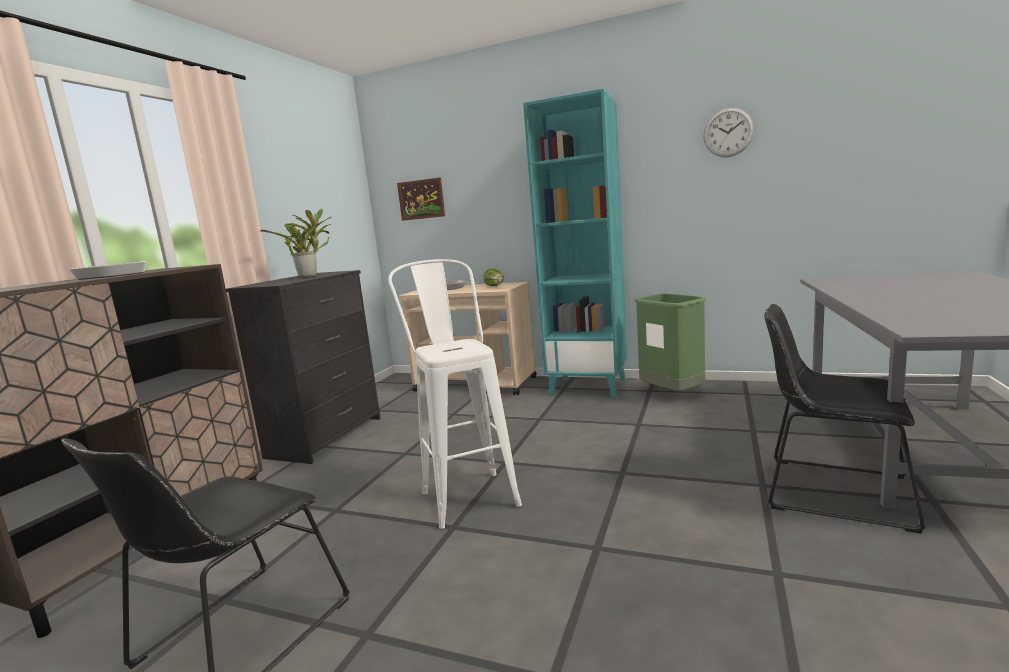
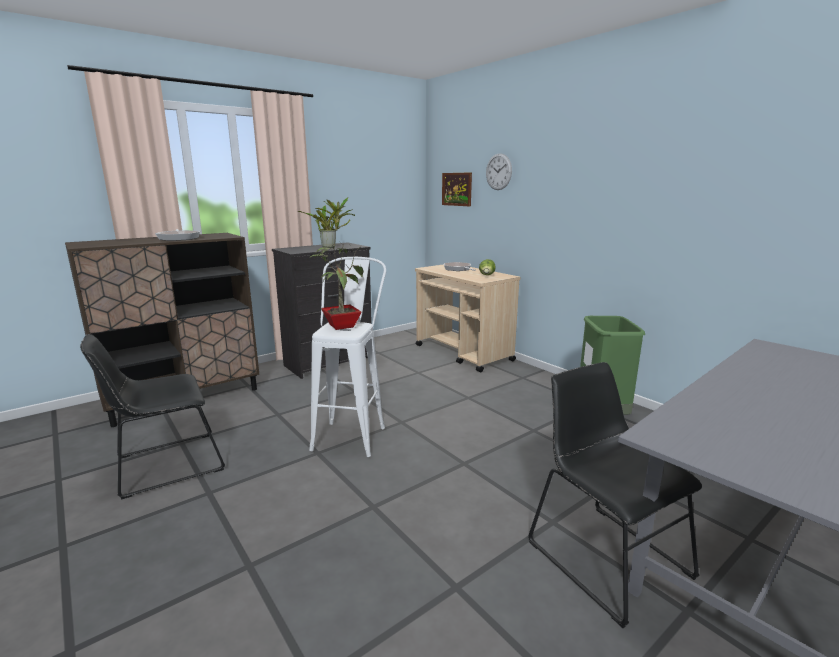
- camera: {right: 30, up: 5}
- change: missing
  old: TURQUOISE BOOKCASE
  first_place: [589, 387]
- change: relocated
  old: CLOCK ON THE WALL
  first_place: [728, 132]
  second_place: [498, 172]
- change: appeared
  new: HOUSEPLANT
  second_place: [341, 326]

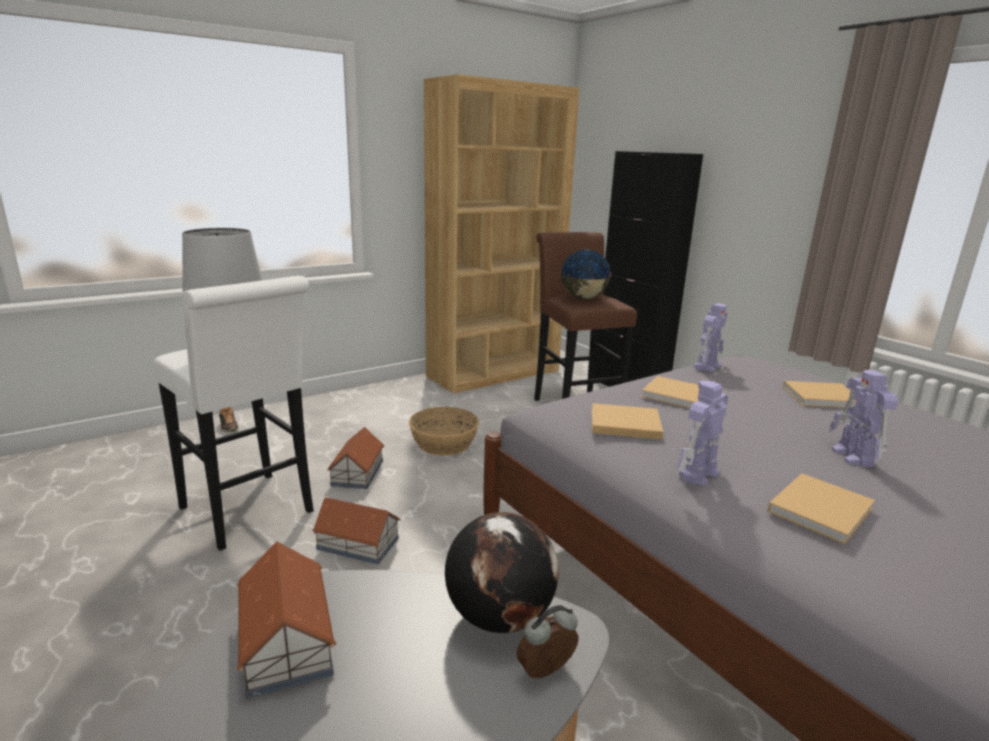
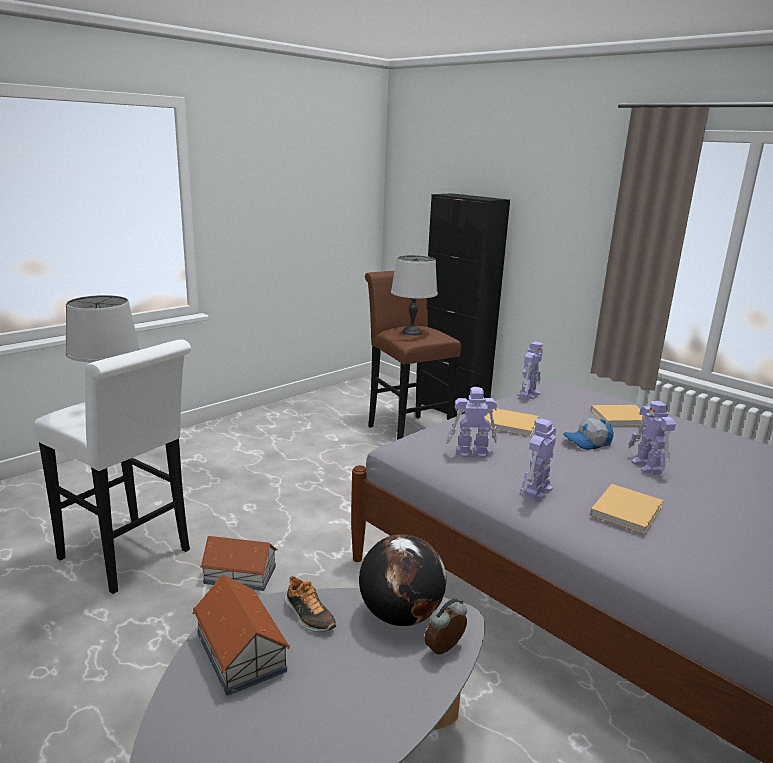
- camera: {right: -10, up: 0}
- change: missing
  old: BROWN-COLOURED BOOKCASE
  first_place: [494, 373]
- change: exchanged
  old: DESK GLOBE
  new: GREY TABLETOP LAMP
  first_place: [583, 298]
  second_place: [412, 332]
- change: exchanged
  old: SAND-COLOURED BOOK
  new: ROBOT FIGURE
  first_place: [622, 424]
  second_place: [471, 453]
- change: relocated
  old: SHOE
  first_place: [228, 426]
  second_place: [308, 616]
- change: missing
  old: HOUSEHOLD BASKET
  first_place: [444, 443]
- change: missing
  old: TOY HOUSE
  first_place: [358, 472]
- change: appeared
  new: CAP
  second_place: [588, 443]

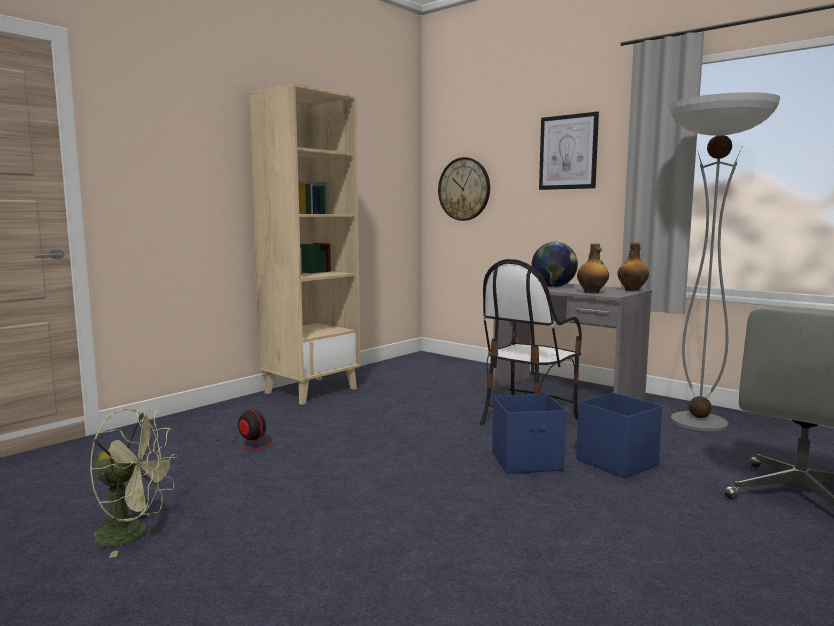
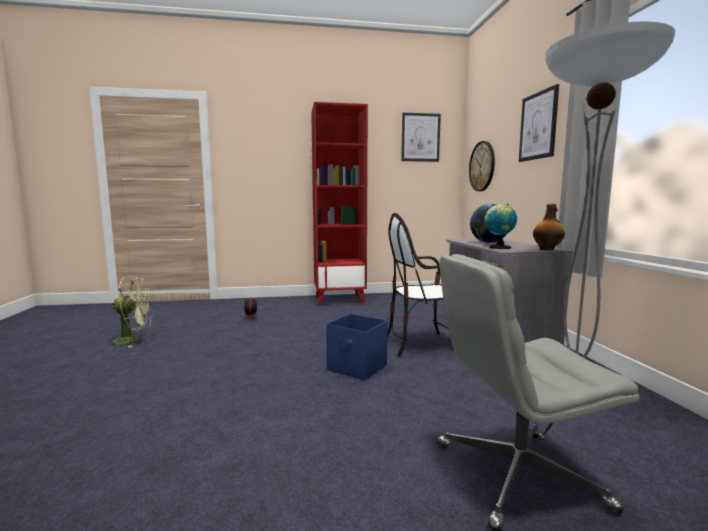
- camera: {right: 40, up: 0}
- change: colour
  old: SAND-COLOURED BOOKCASE
  new: RED-COLOURED BOOKCASE
  first_place: [311, 390]
  second_place: [339, 299]
- change: exchanged
  old: DRINK BOTTLE
  new: DESK GLOBE
  first_place: [592, 292]
  second_place: [498, 247]
- change: missing
  old: BLUE-COLOURED STORAGE BIN
  first_place: [616, 462]
- change: spun
  old: GREEN-COLOURED ELECTRIC FAN
  first_place: [133, 534]
  second_place: [134, 340]
  degrees: -60
- change: appeared
  new: WALL PICTURE
  second_place: [420, 137]

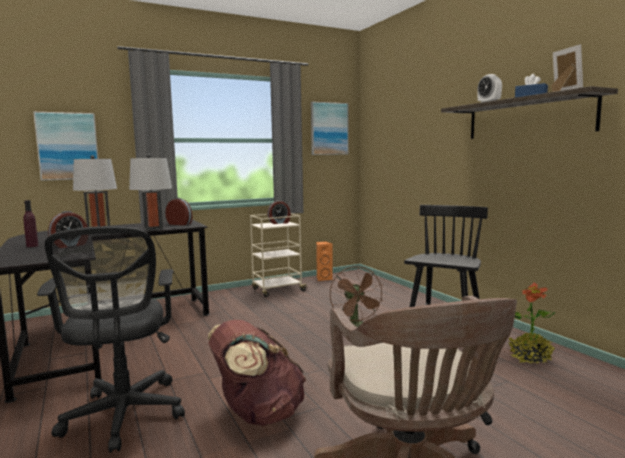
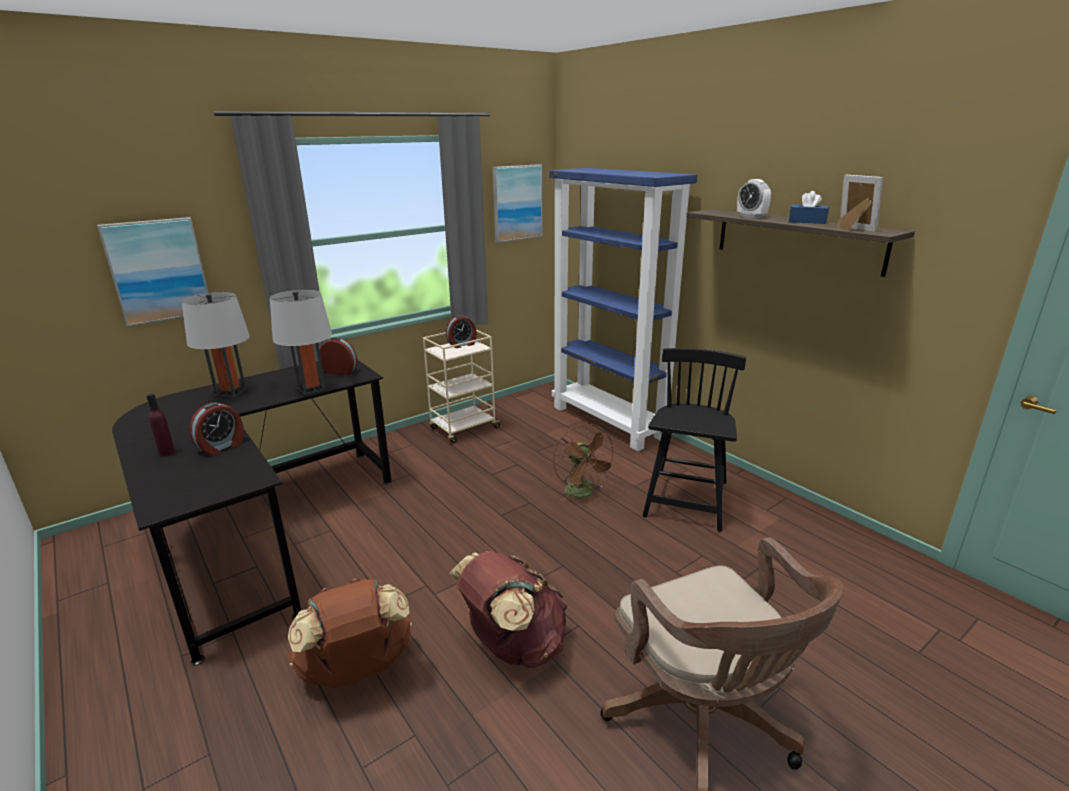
- camera: {right: -10, up: 15}
- change: exchanged
  old: BLACK COMPUTER CHAIR
  new: BROWN-COLOURED RUCKSACK
  first_place: [123, 417]
  second_place: [357, 670]
- change: missing
  old: ORANGEY AUDIO SPEAKER
  first_place: [323, 278]
- change: missing
  old: HOUSEPLANT
  first_place: [530, 357]
- change: appeared
  new: BLUE-COLOURED BOOKCASE
  second_place: [609, 422]

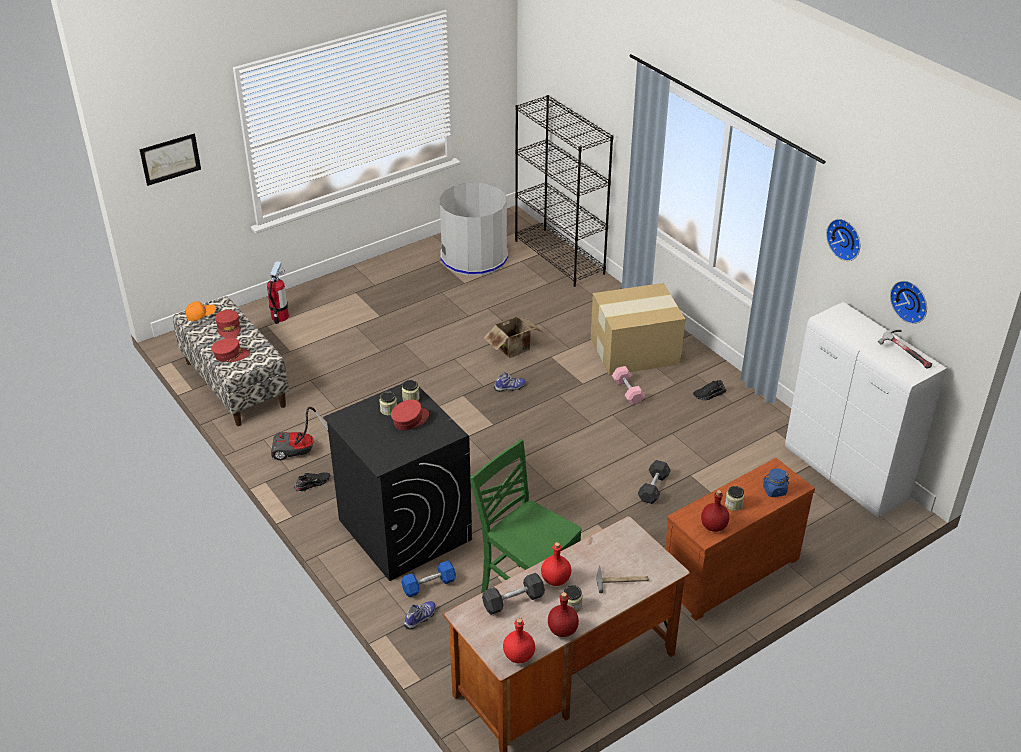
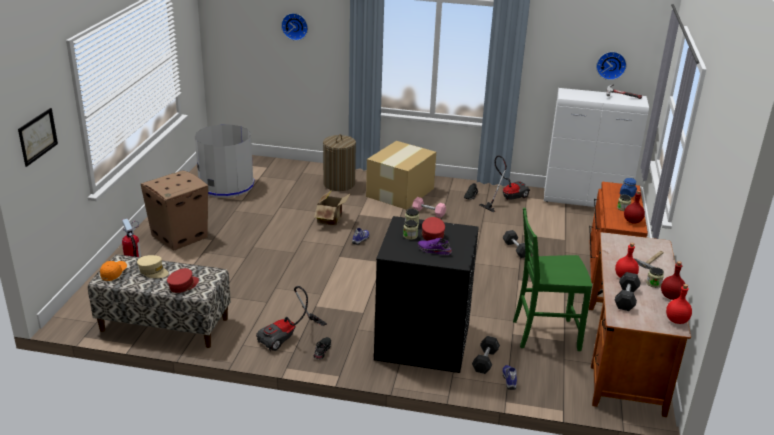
- camera: {right: -45, up: -10}
- change: missing
  old: BLACK BOOKCASE
  first_place: [560, 257]
- change: relocated
  old: CLOCK ON THE WALL
  first_place: [845, 238]
  second_place: [295, 26]
- change: colour
  old: RED-COLOURED CAP
  new: SAND-COLOURED CAP
  first_place: [229, 328]
  second_place: [153, 271]
- change: colour
  old: BLUE-COLOURED DUMBBELL
  new: GREY DUMBBELL
  first_place: [429, 585]
  second_place: [485, 361]
- change: appeared
  new: LAUNDRY BASKET
  second_place: [339, 184]
- change: appeared
  new: VACUUM CLEANER
  second_place: [506, 198]
- change: appeared
  new: CARTON
  second_place: [180, 236]
- change: appeared
  new: PURPLE SHOE
  second_place: [434, 251]

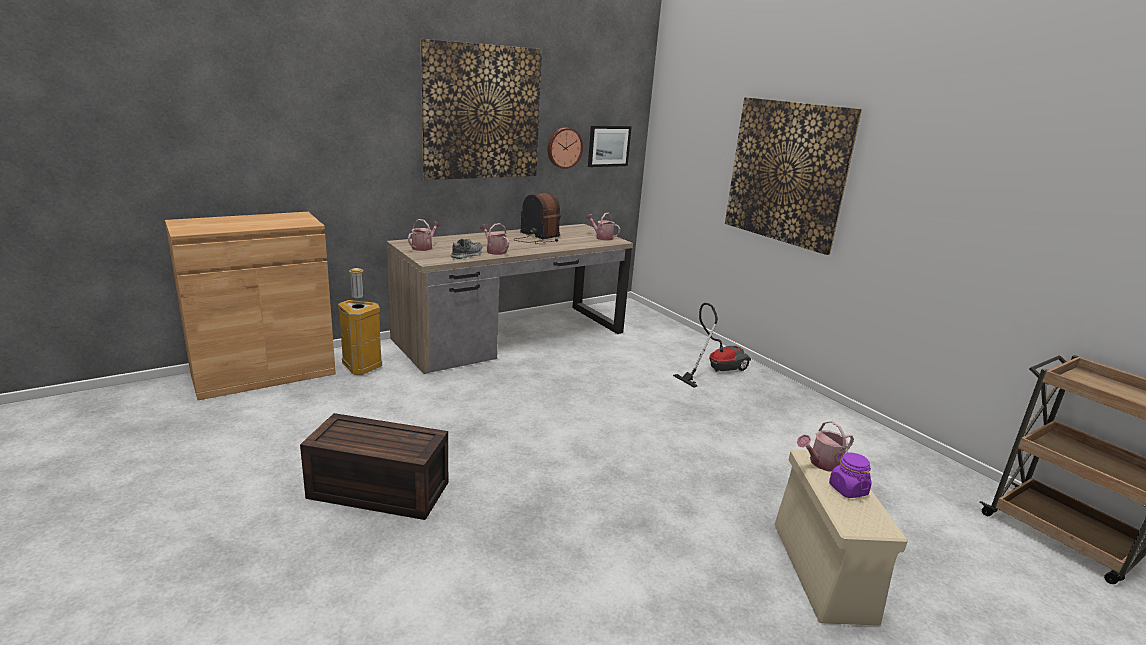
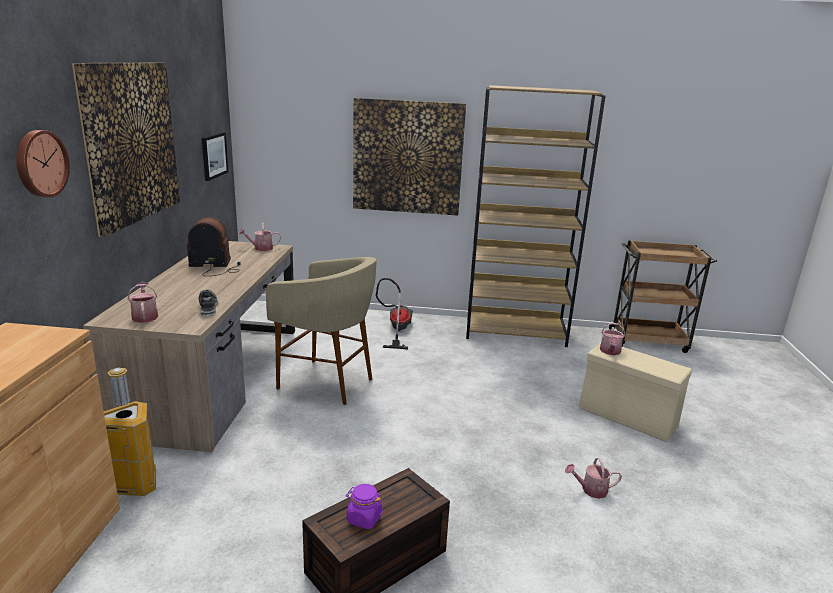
- camera: {right: -50, up: 0}
- change: relocated
  old: CLOCK ON THE WALL
  first_place: [564, 148]
  second_place: [40, 163]
- change: relocated
  old: WATERING POT
  first_place: [494, 251]
  second_place: [590, 490]
- change: relocated
  old: PURPLE PRESERVE JAR
  first_place: [847, 489]
  second_place: [364, 519]
- change: appeared
  new: BROWN-COLOURED BOOKCASE
  second_place: [515, 332]
- change: appeared
  new: SAND-COLOURED SITTING STOOL
  second_place: [327, 383]

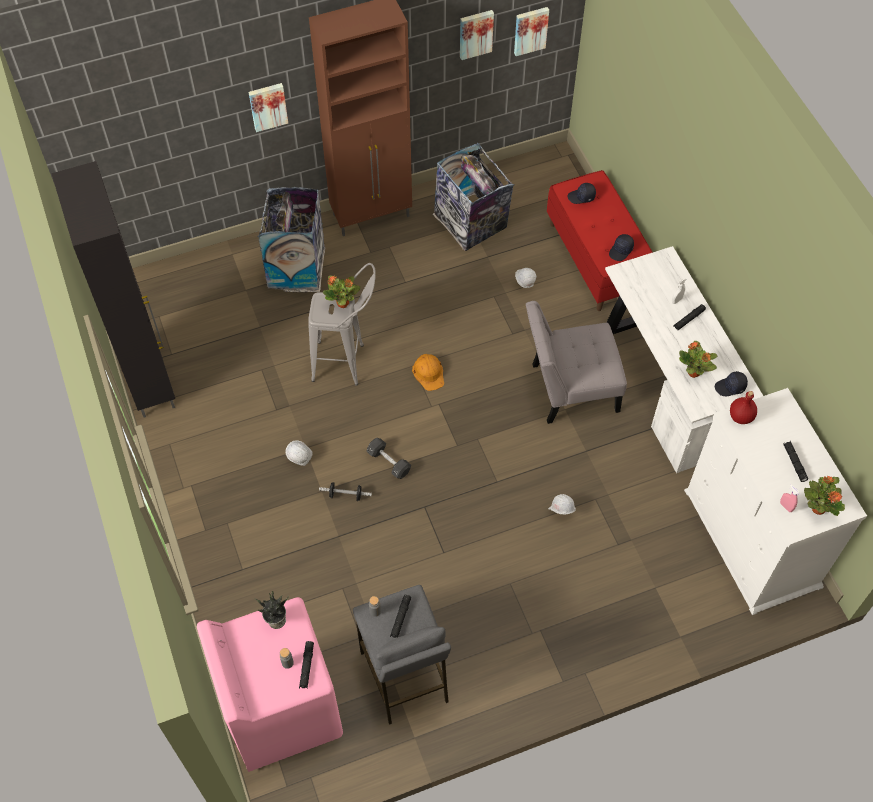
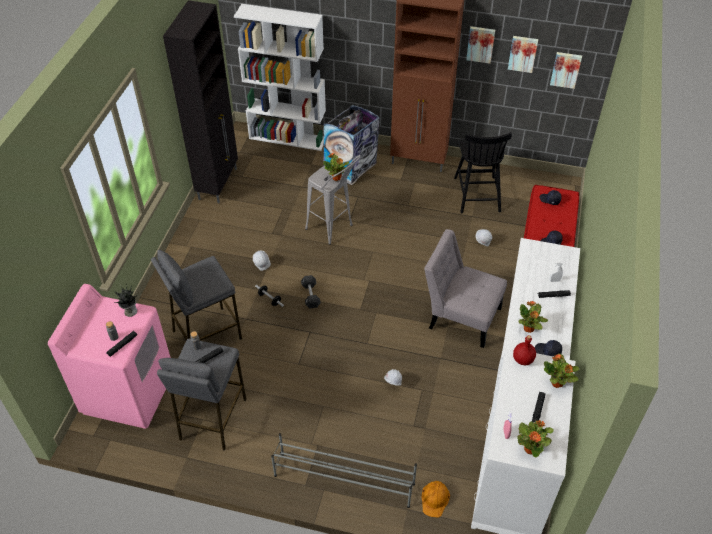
- camera: {right: 35, up: -10}
- change: relocated
  old: WALL PICTURE
  first_place: [268, 106]
  second_place: [480, 44]
- change: exchanged
  old: WASTE BIN
  new: BLACK UPRIGHT CHAIR
  first_place: [471, 224]
  second_place: [477, 194]
- change: relocated
  old: ORANGEY SAFETY HELMET
  first_place: [429, 373]
  second_place: [435, 499]
- change: appeared
  new: WHITISH BOOKCASE
  second_place: [288, 138]
- change: appeared
  new: GREY SITTING STOOL
  second_place: [206, 334]
- change: appeared
  new: HOUSEPLANT
  second_place: [557, 383]
- change: appeared
  new: GREY SHOE STAND
  second_place: [343, 479]

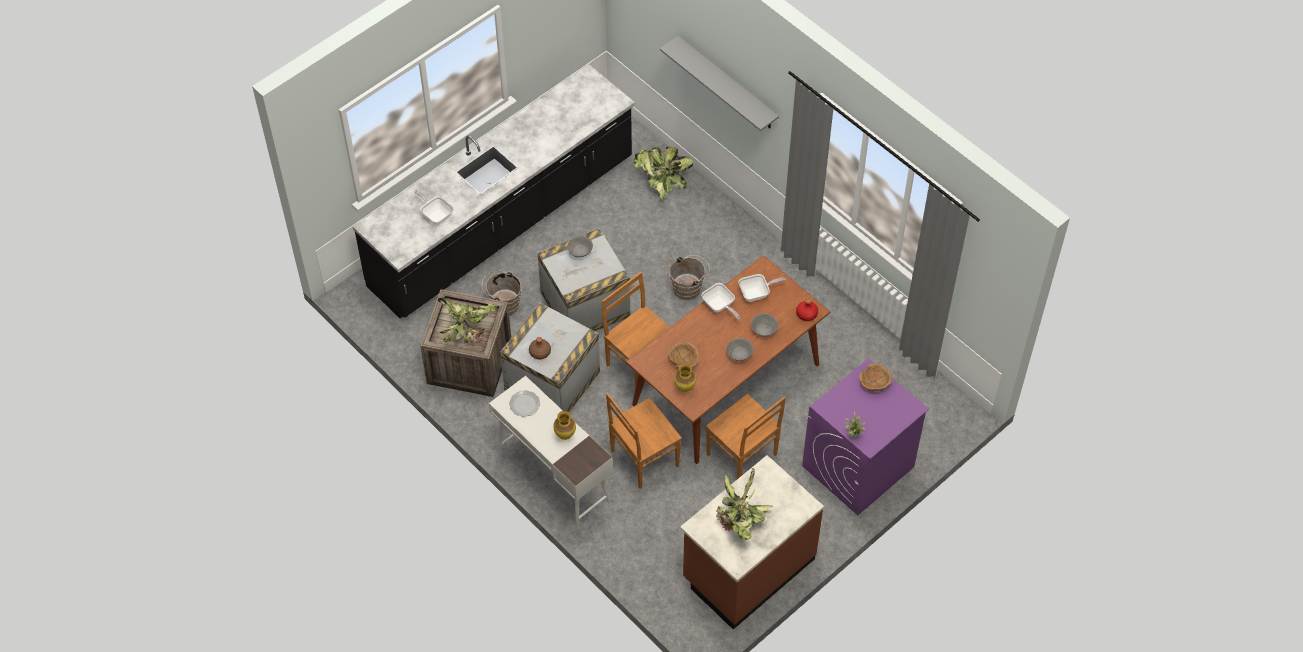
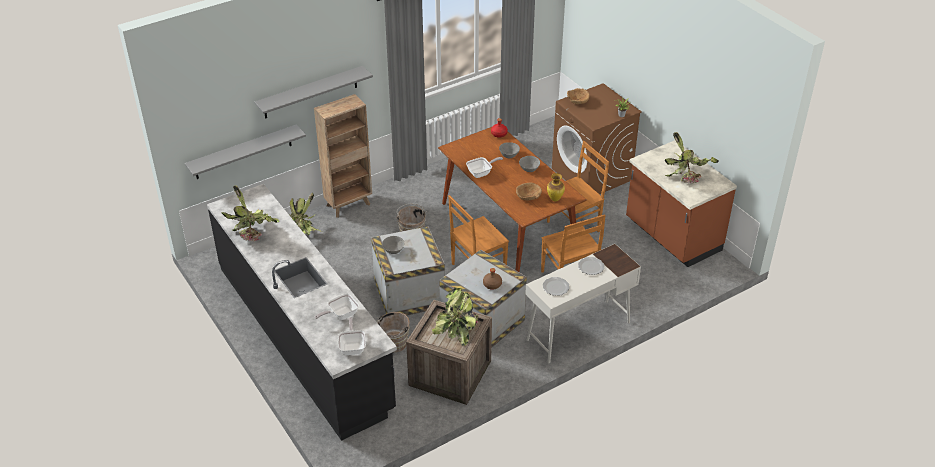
- camera: {right: -80, up: -15}
- change: relocated
  old: FRYING PAN
  first_place: [757, 293]
  second_place: [352, 347]
- change: colour
  old: PURPLE LAUNDRY MACHINE
  new: BROWN-COLOURED LAUNDRY MACHINE
  first_place: [857, 467]
  second_place: [592, 174]
- change: exchanged
  old: DECORATIVE VASE
  new: PLATE
  first_place: [565, 435]
  second_place: [590, 267]
- change: appeared
  new: BROWN-COLOURED BOOKCASE
  second_place: [349, 205]
- change: appeared
  new: GREY SHELF
  second_place: [243, 152]
- change: appeared
  new: HOUSEPLANT
  second_place: [255, 234]

